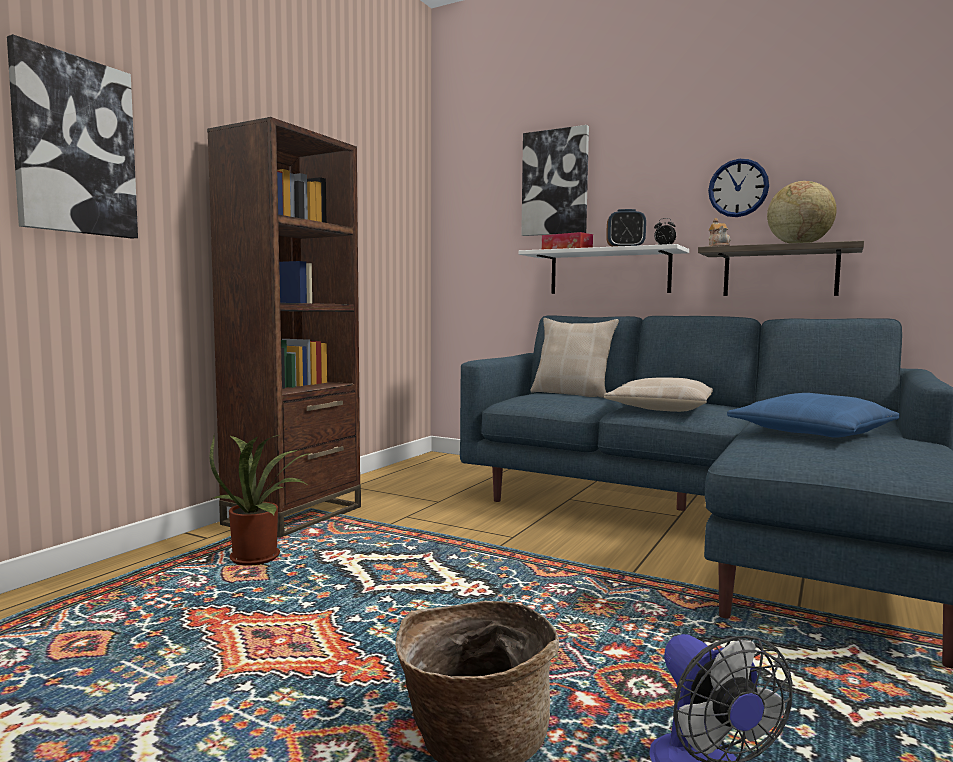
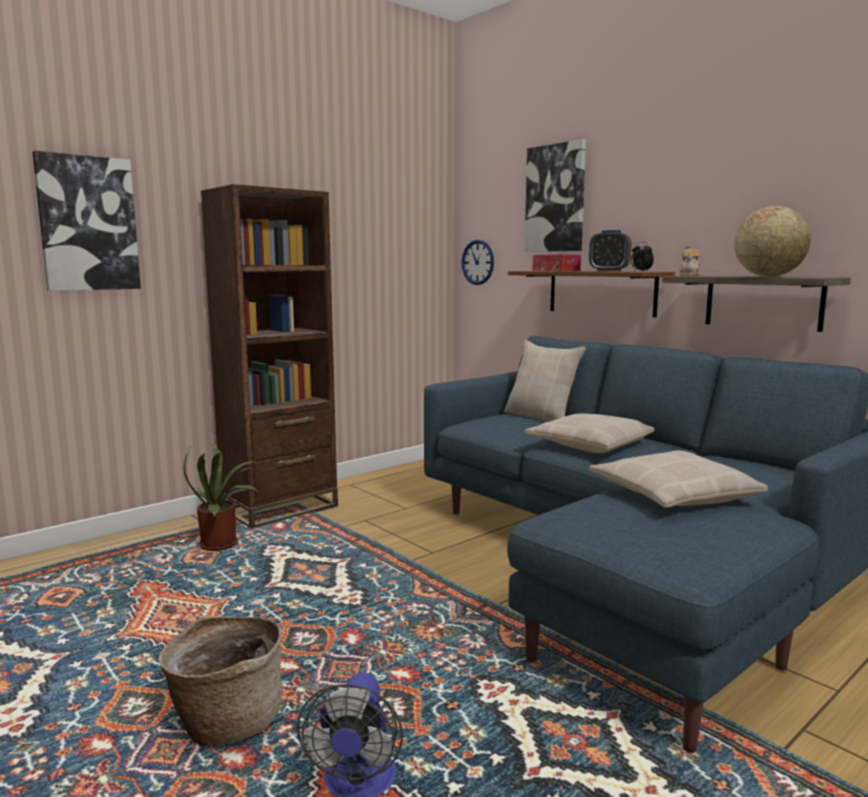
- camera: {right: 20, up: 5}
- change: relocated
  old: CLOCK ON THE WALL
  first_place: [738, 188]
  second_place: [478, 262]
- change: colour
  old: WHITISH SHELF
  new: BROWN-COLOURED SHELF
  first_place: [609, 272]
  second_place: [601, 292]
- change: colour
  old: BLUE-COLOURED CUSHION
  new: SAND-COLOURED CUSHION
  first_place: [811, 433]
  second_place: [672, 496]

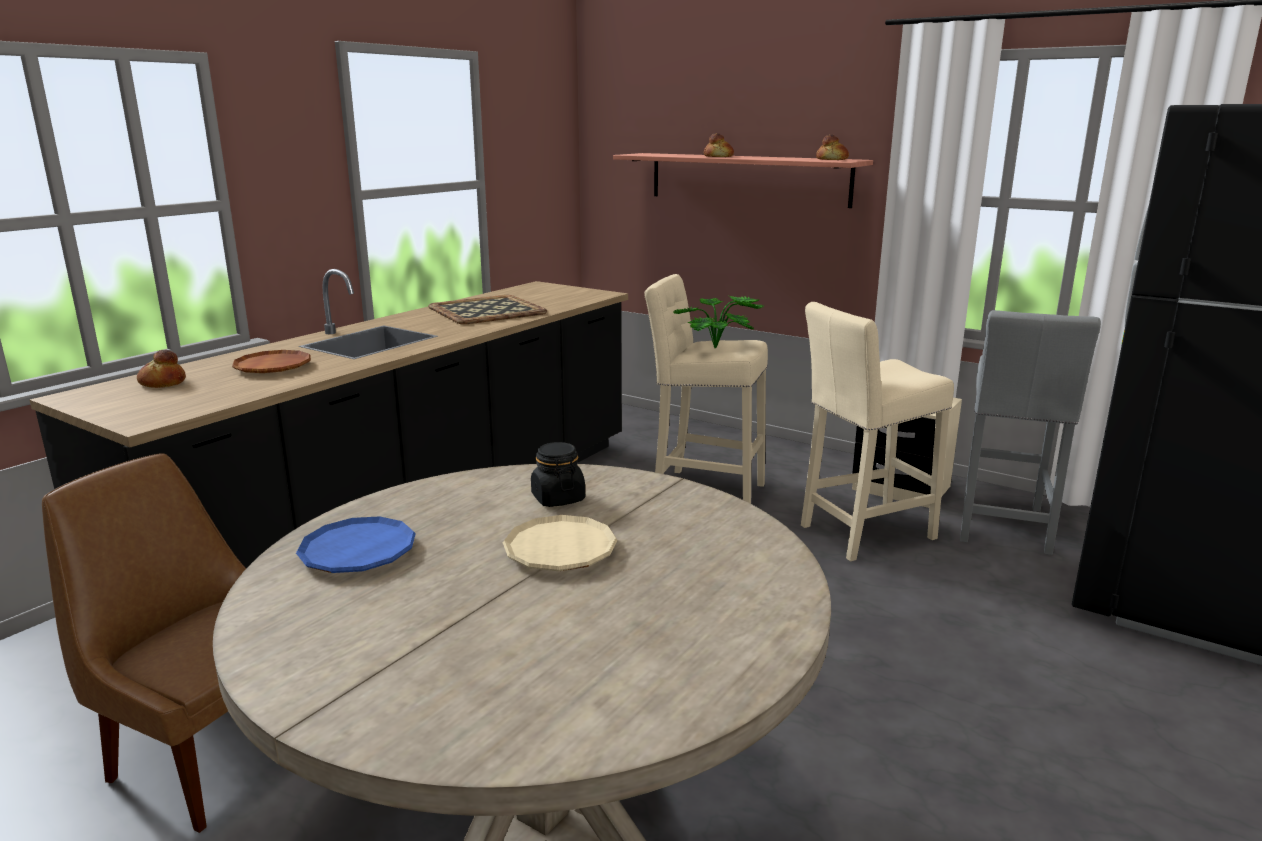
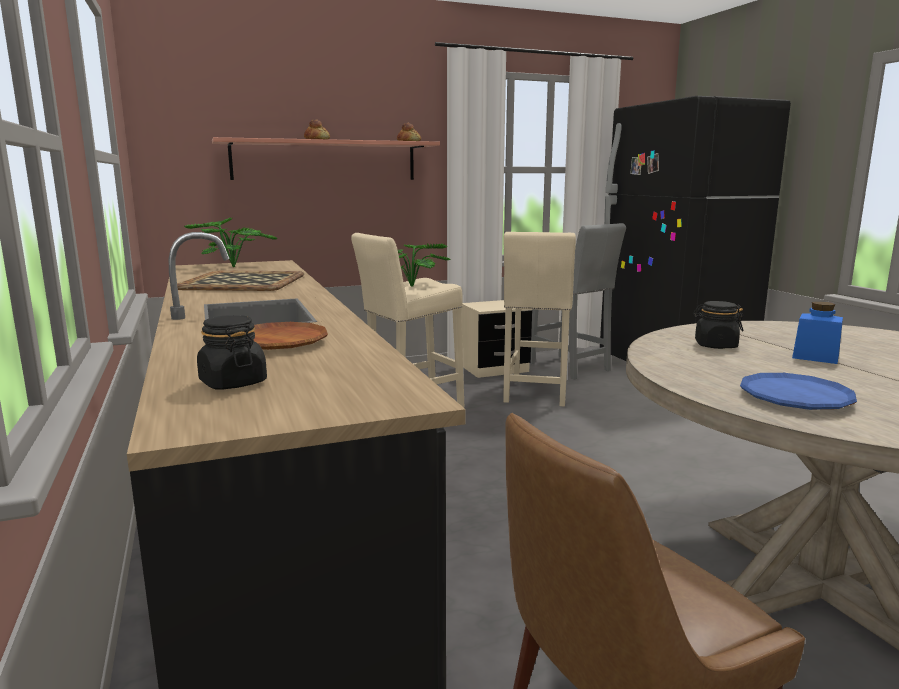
- camera: {right: -55, up: -5}
- change: exchanged
  old: BAKERY BREAD
  new: BLACK PRESERVE JAR
  first_place: [162, 383]
  second_place: [232, 383]
- change: exchanged
  old: SAND-COLOURED PLATE
  new: BLUE-COLOURED PRESERVE JAR
  first_place: [560, 551]
  second_place: [815, 357]
- change: appeared
  new: HOUSEPLANT
  second_place: [233, 266]

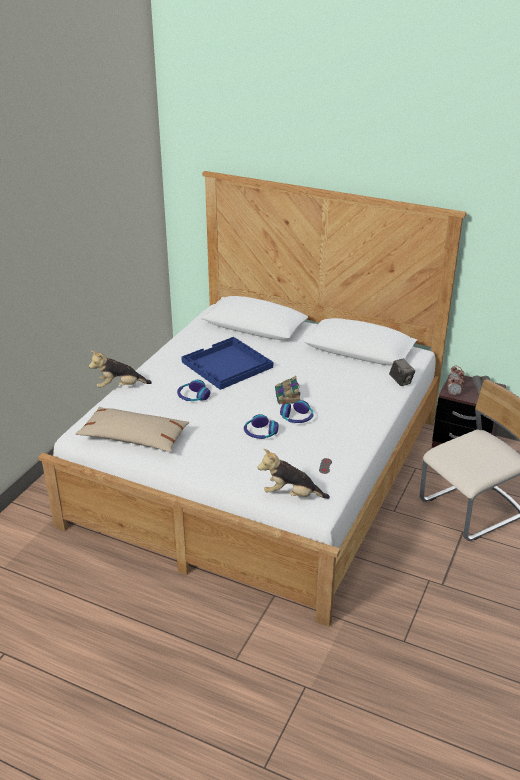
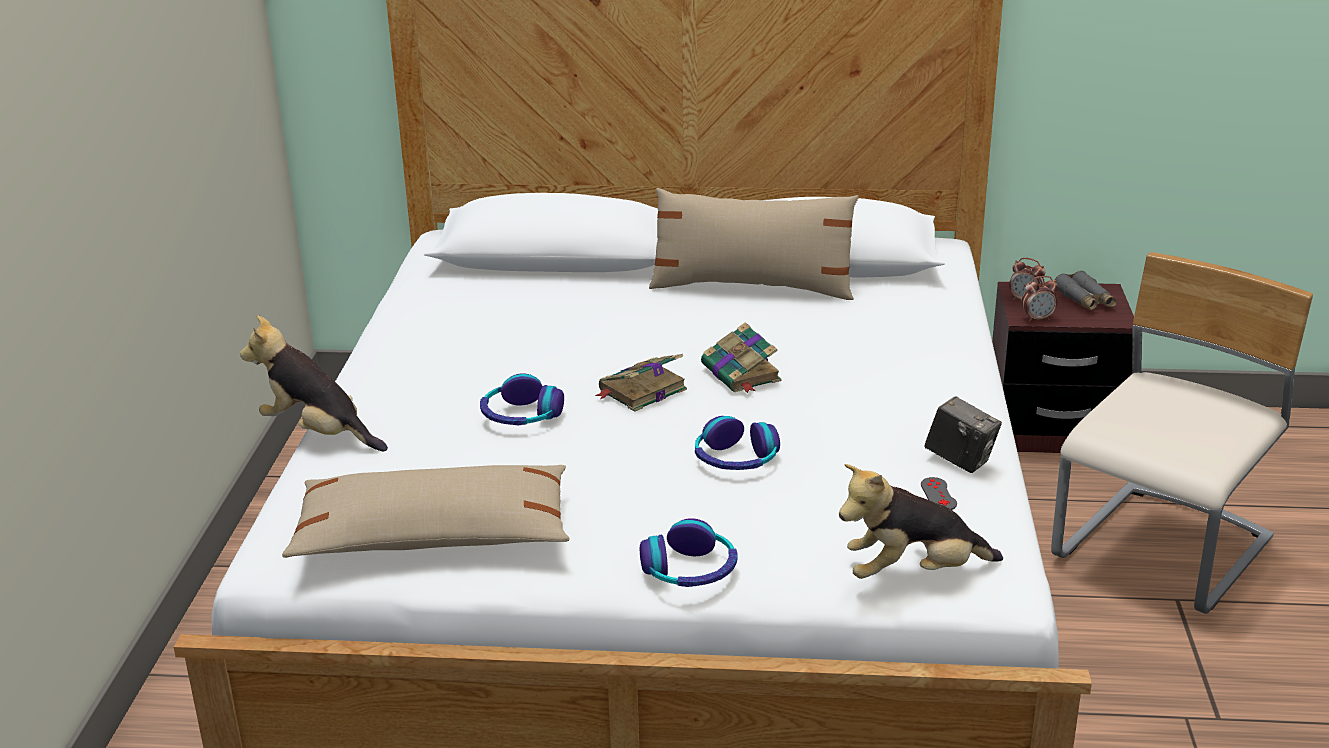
- camera: {right: -20, up: -5}
- change: missing
  old: BLUE-COLOURED SERVING TRAY
  first_place: [227, 365]
- change: spun
  old: SOFT TOY
  first_place: [120, 387]
  second_place: [318, 433]
  degrees: 60
- change: relocated
  old: PHOTO CAMERA
  first_place: [401, 381]
  second_place: [960, 460]
- change: relocated
  old: HEADPHONES
  first_place: [297, 418]
  second_place: [690, 571]
- change: appeared
  new: SAND-COLOURED CUSHION
  second_place: [752, 287]
- change: appeared
  new: BOOK
  second_place: [641, 391]

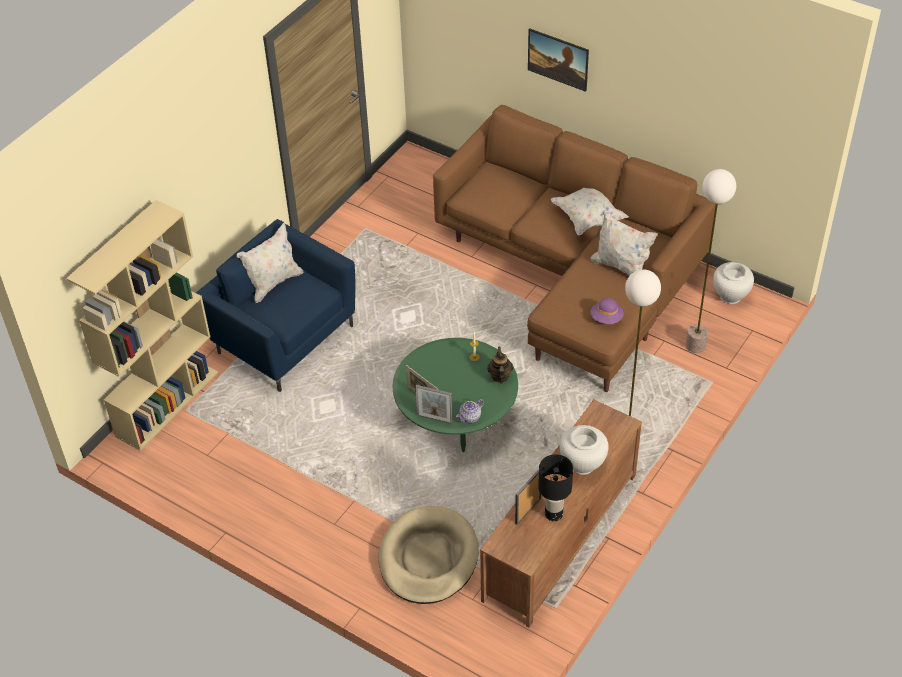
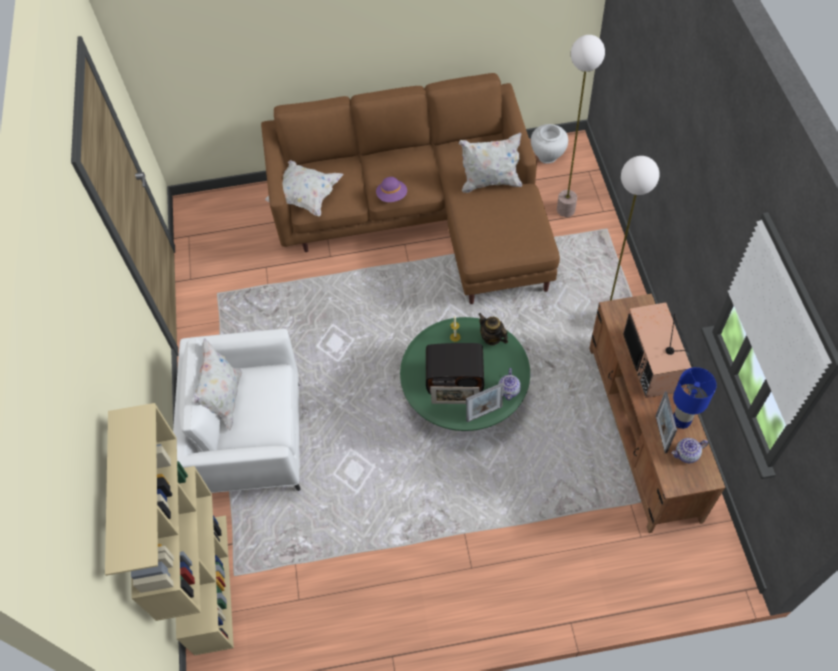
- camera: {right: -40, up: 10}
- change: missing
  old: WALL PICTURE
  first_place: [557, 69]
- change: relocated
  old: WHITISH CUSHION
  first_place: [588, 218]
  second_place: [306, 196]
- change: colour
  old: BLUE-COLOURED ARMCHAIR
  new: WHITISH ARMCHAIR
  first_place: [284, 337]
  second_place: [251, 439]
- change: relocated
  old: PURPLE HAT
  first_place: [606, 318]
  second_place: [392, 196]
- change: exchanged
  old: WHITISH DECORATIVE VASE
  new: TV
  first_place: [582, 465]
  second_place: [654, 362]
- change: colour
  old: BLACK TABLETOP LAMP
  new: BLUE-COLOURED TABLETOP LAMP
  first_place: [554, 514]
  second_place: [681, 420]
- change: missing
  old: SAND-COLOURED PET BED
  first_place: [428, 558]
- change: appeared
  new: RADIO SET
  second_place: [455, 376]
- change: appeared
  new: TEAPOT
  second_place: [687, 454]

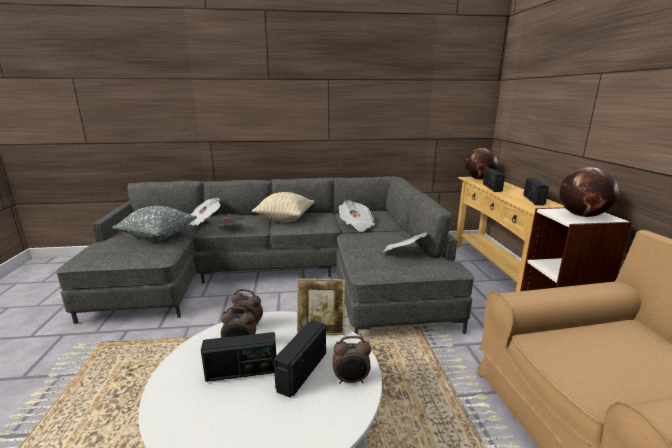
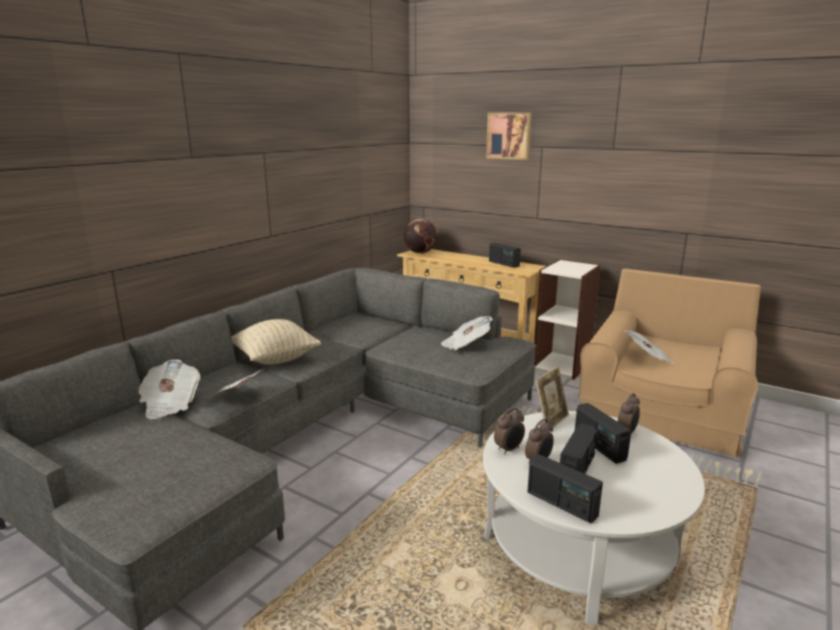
- camera: {right: -50, up: 0}
- change: missing
  old: DESK GLOBE
  first_place: [582, 215]
- change: relocated
  old: RADIO SET
  first_place: [491, 188]
  second_place: [561, 504]
- change: relocated
  old: NEWSPAPER
  first_place: [356, 225]
  second_place: [648, 359]
- change: missing
  old: GREY CUSHION
  first_place: [158, 237]
- change: appeared
  new: WALL PICTURE
  second_place: [509, 135]

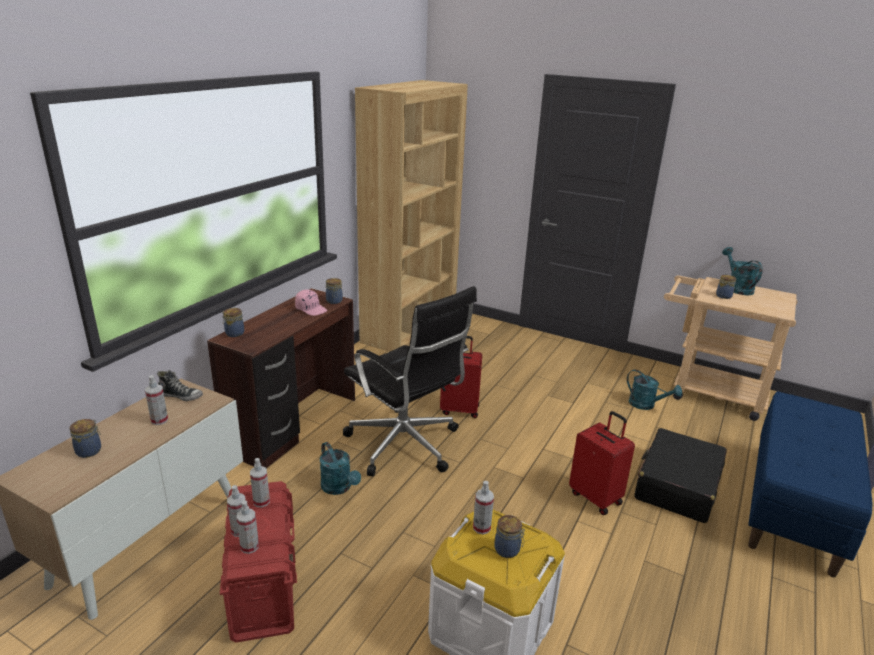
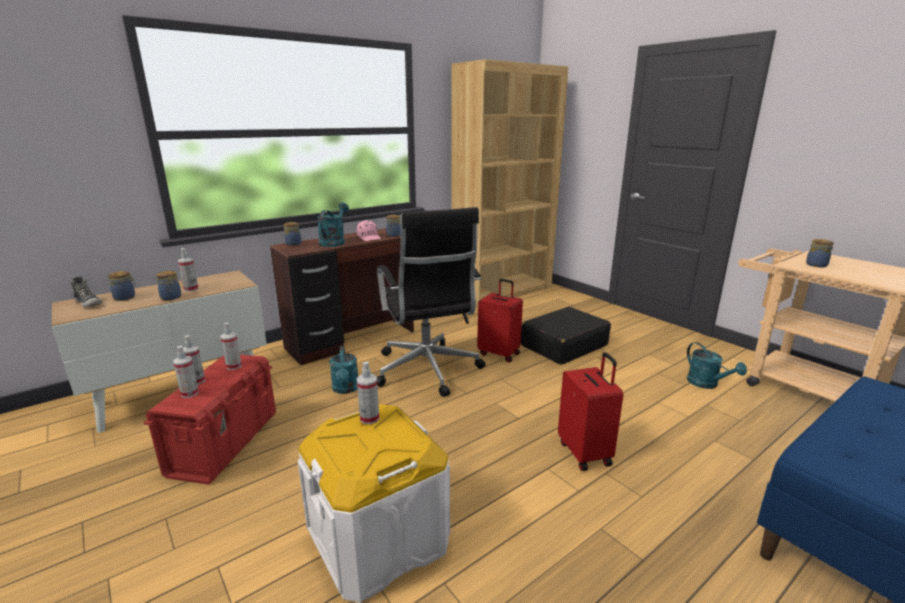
- camera: {right: 25, up: -5}
- change: relocated
  old: TURQUOISE WATERING POT
  first_place: [736, 288]
  second_place: [334, 242]
- change: relocated
  old: SHOE
  first_place: [181, 396]
  second_place: [89, 303]
- change: relocated
  old: BLACK SUITCASE
  first_place: [677, 486]
  second_place: [563, 345]
- change: relocated
  old: PRESERVE JAR
  first_place: [508, 550]
  second_place: [171, 298]

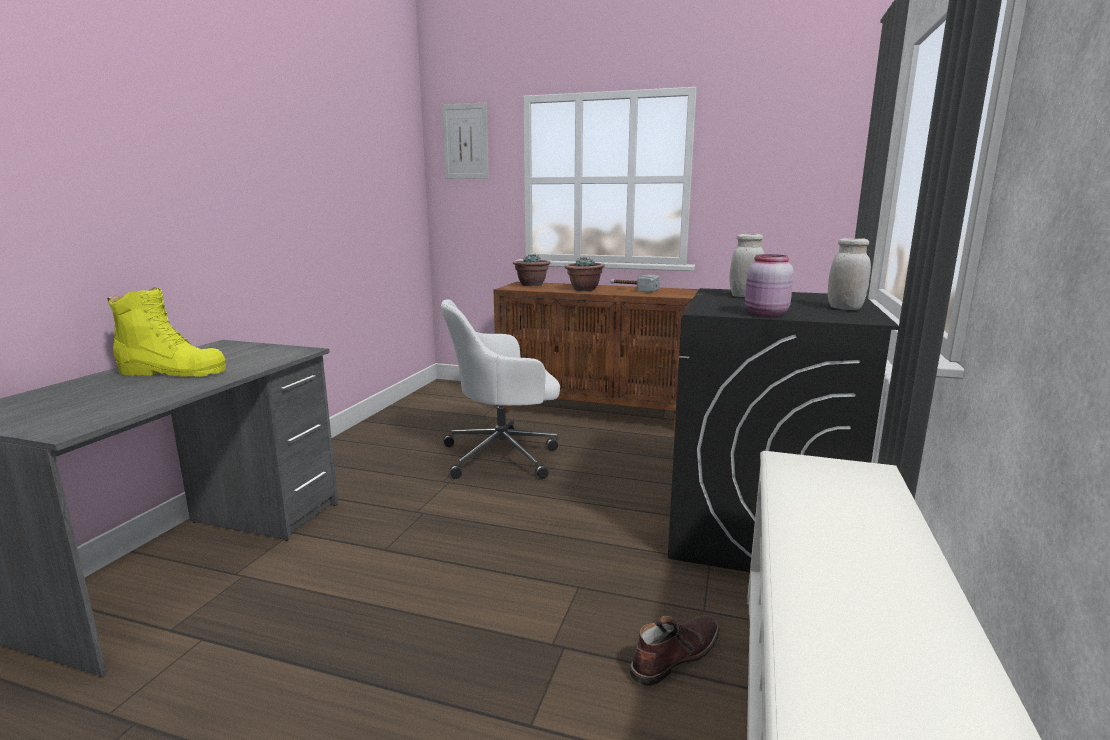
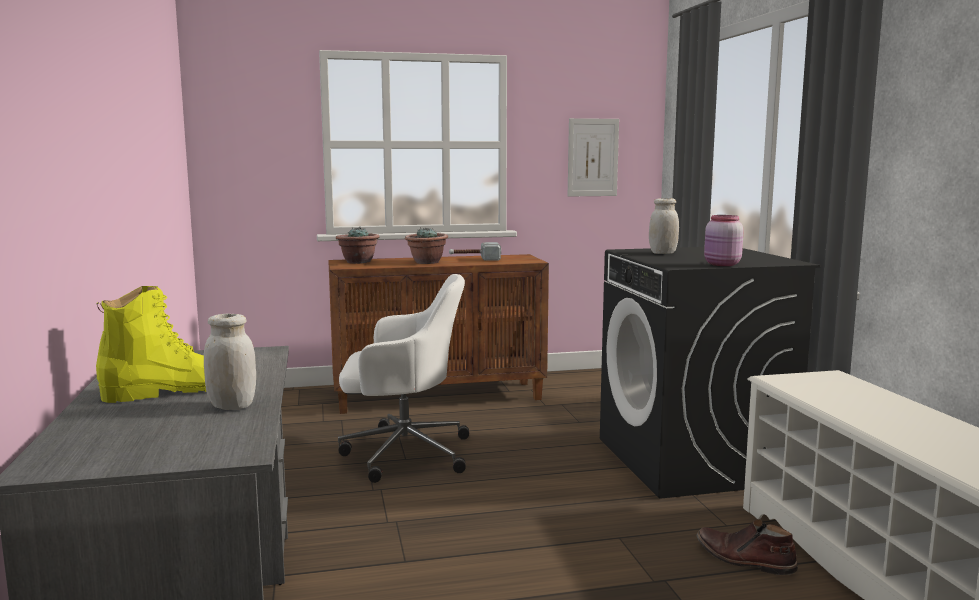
- camera: {right: -30, up: -5}
- change: relocated
  old: WALL PICTURE
  first_place: [465, 141]
  second_place: [592, 157]
- change: relocated
  old: WHITISH PRESERVE JAR
  first_place: [845, 308]
  second_place: [232, 406]
- change: spun
  old: WHITISH COMPUTER CHAIR
  first_place: [504, 455]
  second_place: [403, 453]
  degrees: -135
- change: spun
  old: BROWN-COLOURED BOOT
  first_place: [674, 655]
  second_place: [744, 559]
  degrees: -75

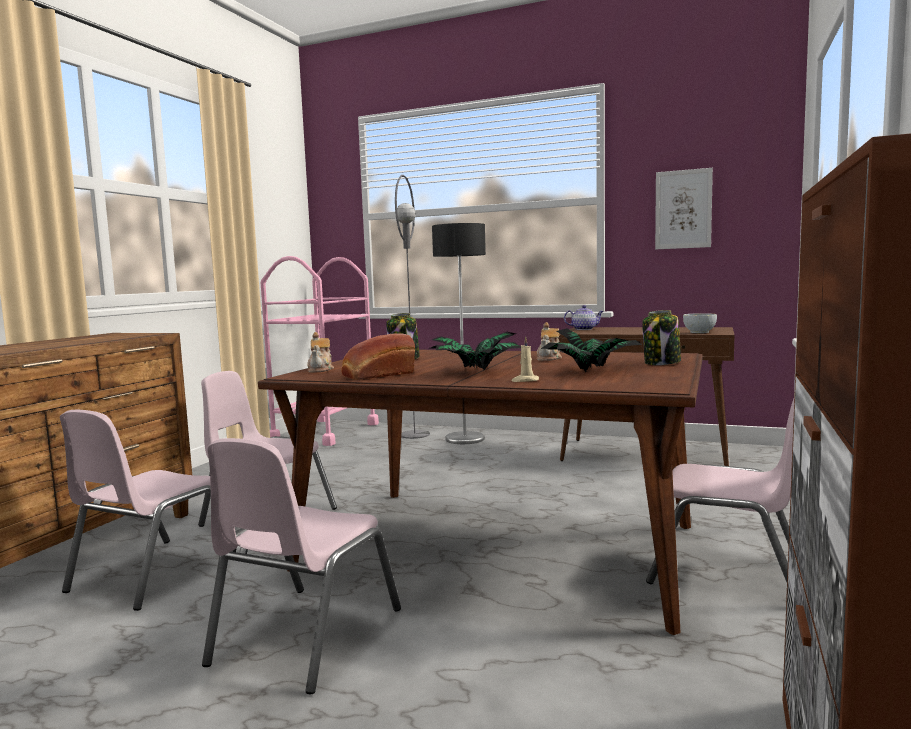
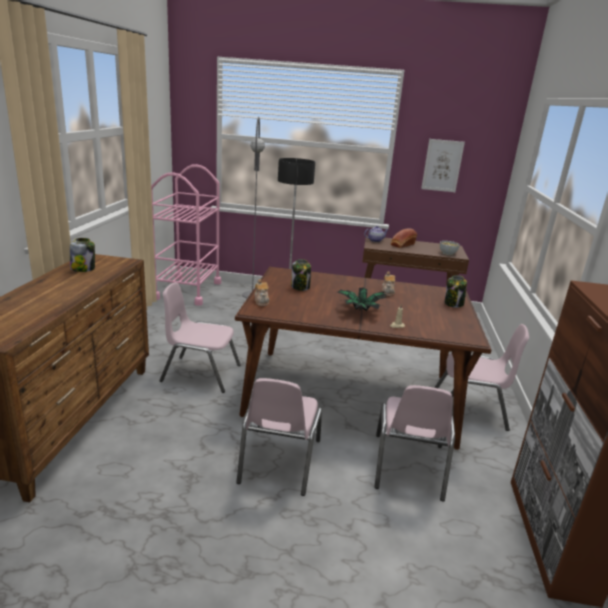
- camera: {right: -15, up: 15}
- change: missing
  old: HOUSEPLANT
  first_place: [592, 371]
- change: relocated
  old: BAKERY BREAD
  first_place: [377, 375]
  second_place: [402, 245]
- change: relocated
  old: PINKISH UPRIGHT CHAIR
  first_place: [153, 573]
  second_place: [408, 466]
- change: appeared
  new: PRESERVE JAR
  second_place: [83, 269]

